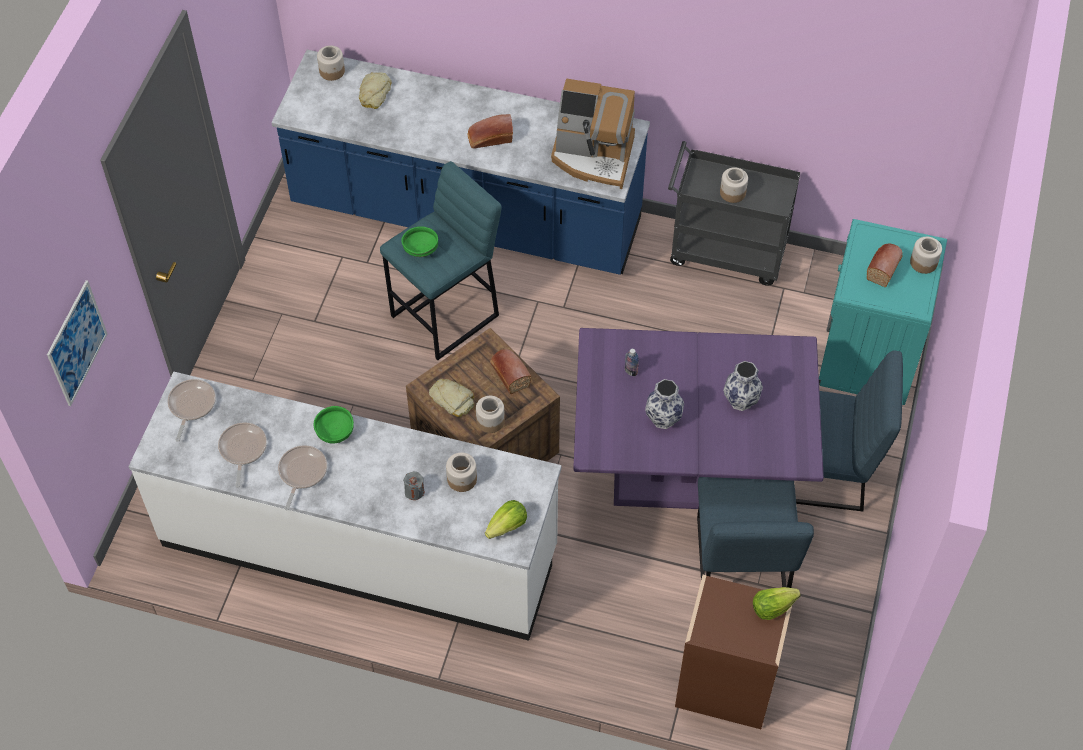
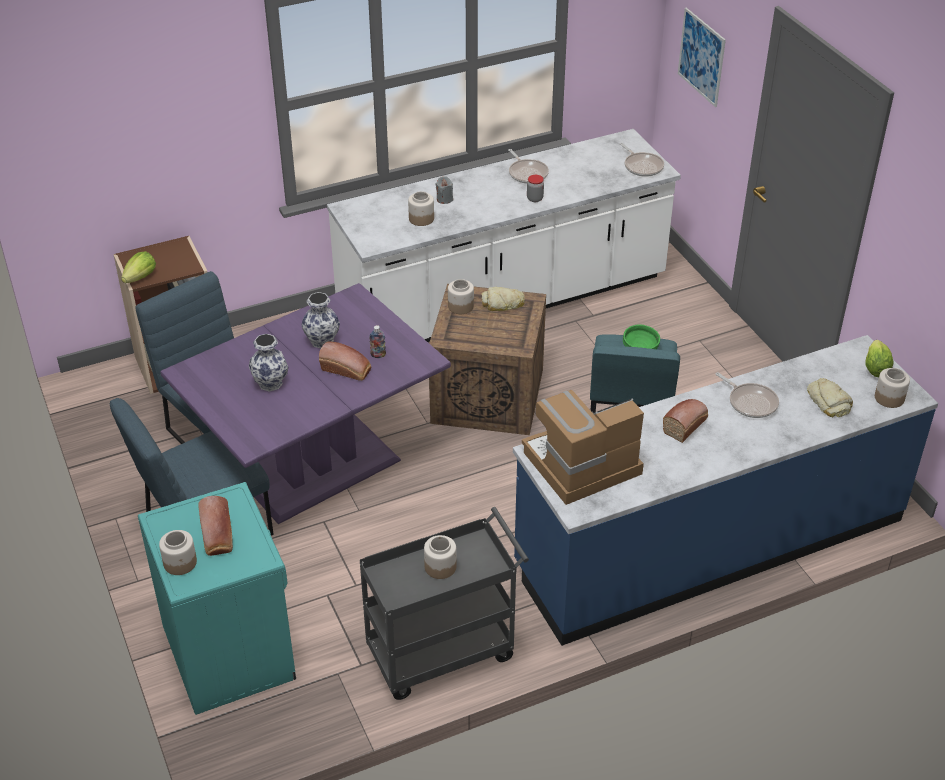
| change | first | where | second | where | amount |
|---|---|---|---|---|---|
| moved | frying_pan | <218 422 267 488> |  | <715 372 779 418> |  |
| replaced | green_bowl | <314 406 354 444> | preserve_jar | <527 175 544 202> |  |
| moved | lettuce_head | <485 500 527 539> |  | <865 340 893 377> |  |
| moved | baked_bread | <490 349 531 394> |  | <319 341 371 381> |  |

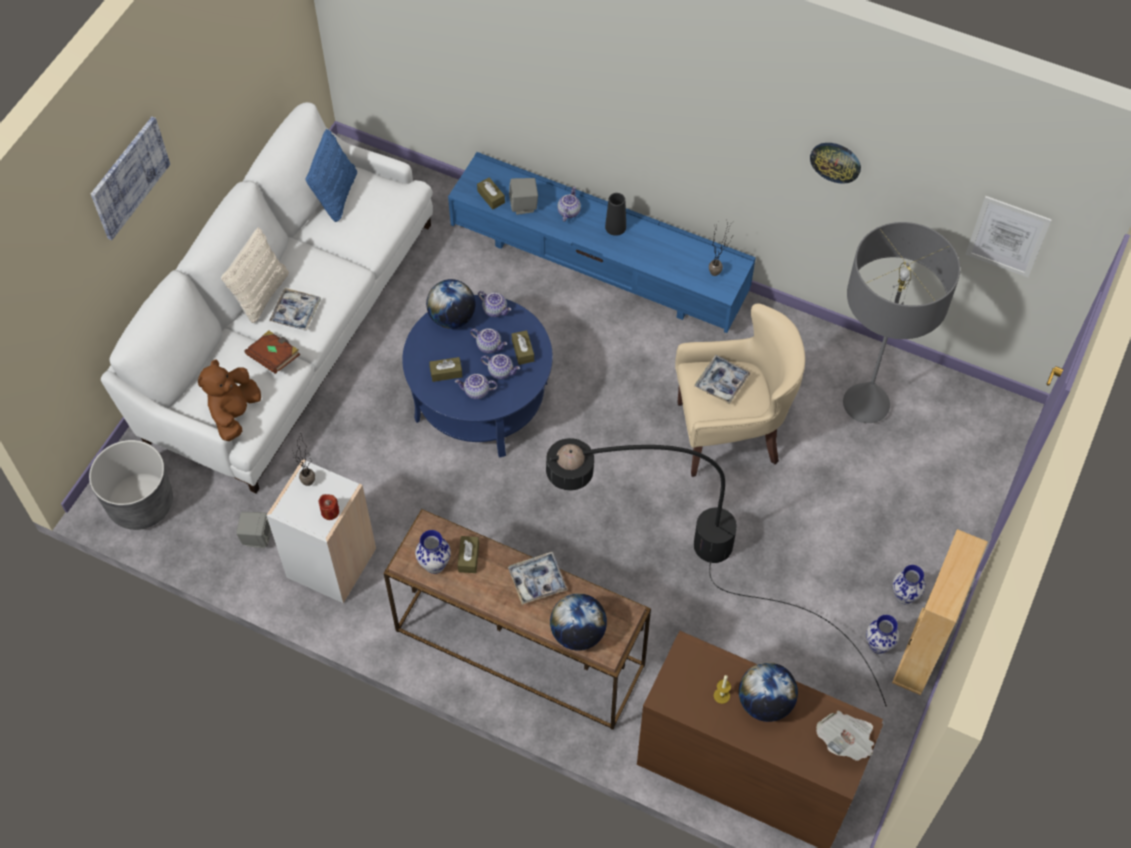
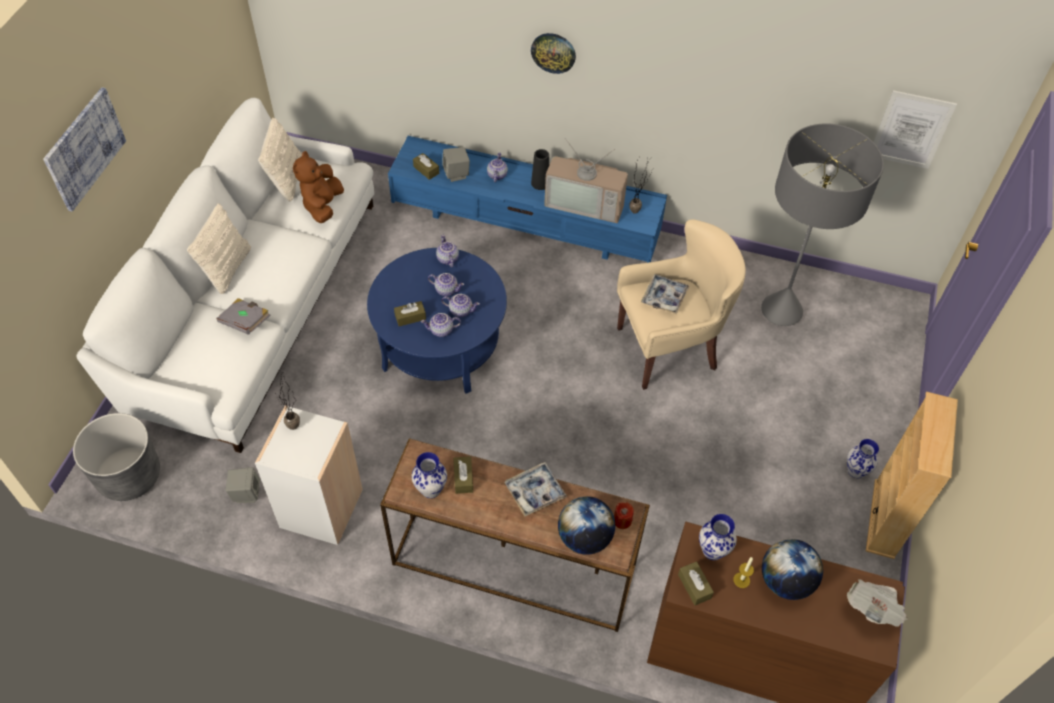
| change | first | where | second | where | amount |
|---|---|---|---|---|---|
| moved | brown-coloured_plush_toy | <198 359 261 441> |  | <293 151 344 223> |  |
| recoloured | brown-coloured_bound_book | <244 330 300 374> | grey_bound_book | <216 298 271 335> |  |
| removed | carrying_tray | <269 288 321 331> |  |  |  |
| recoloured | blue-coloured_cushion | <305 129 357 222> | beige_cushion | <258 118 302 202> |  |
| moved | red-coloured_wax_light | <318 494 339 520> |  | <614 502 634 529> |  |
| removed | globe | <426 279 475 329> |  |  |  |
| turned | teapot | <478 291 511 317> |  | <436 235 459 268> | 135 degrees counterclockwise |
| moved | brown-coloured_tissue_holder | <512 330 534 365> |  | <678 561 714 605> |  |
| removed | blackish_standard_lamp | <546 438 887 707> |  |  |  |
| moved | hanging_clock | <810 143 861 184> |  | <531 33 576 74> |  |
| moved | vase | <866 615 900 654> |  | <699 514 737 560> |  |
| added |  |  | TV_set | <544 138 628 223> |  |

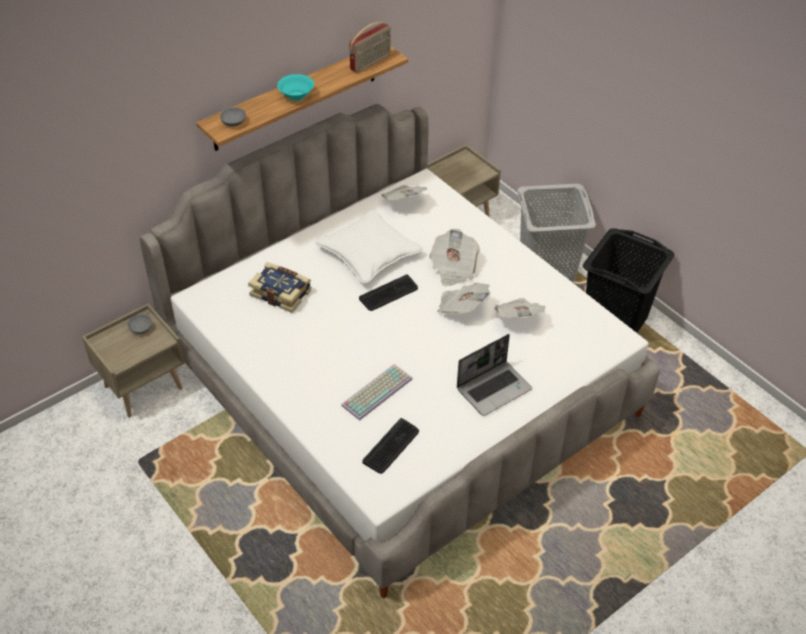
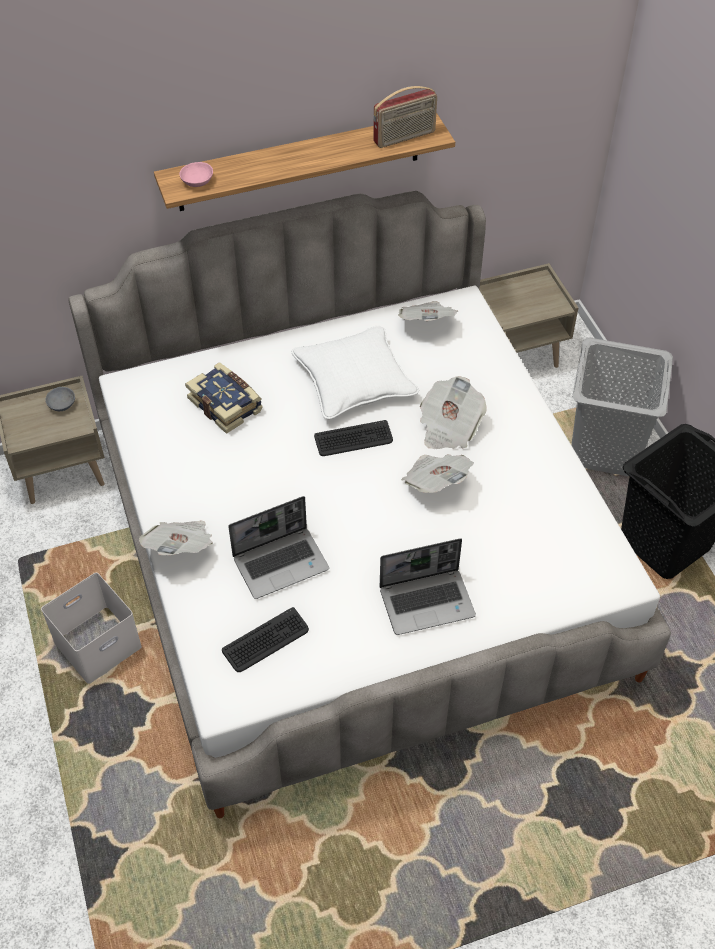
| change | first | where | second | where | amount |
|---|---|---|---|---|---|
| recoloured | grey_bowl | <220 107 246 127> | pink_bowl | <179 162 213 187> |  |
| removed | turquoise-coloured_bowl | <277 74 314 101> |  |  |  |
| replaced | PC_keyboard | <341 364 412 421> | portable_computer | <228 496 329 599> |  |
| moved | daily_paper | <494 298 545 318> |  | <139 520 213 555> |  |
| added |  |  | white_storage_container | <41 573 141 684> |  |

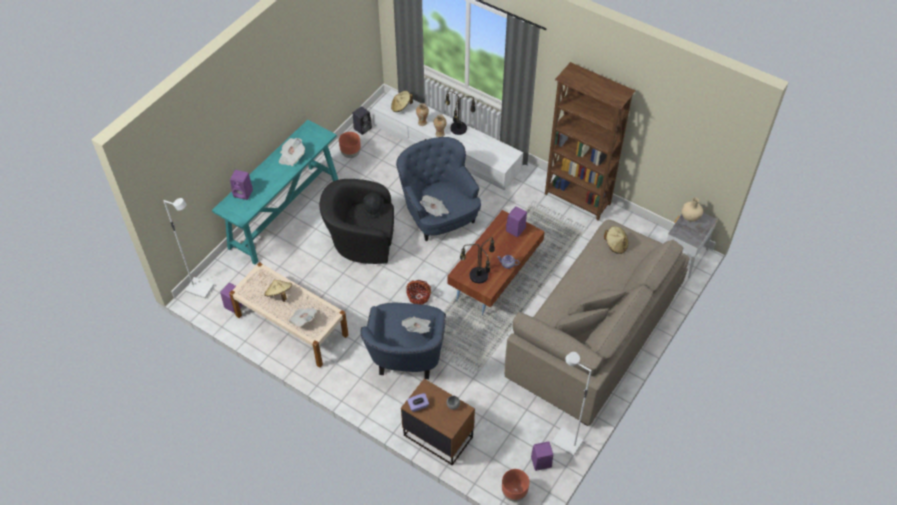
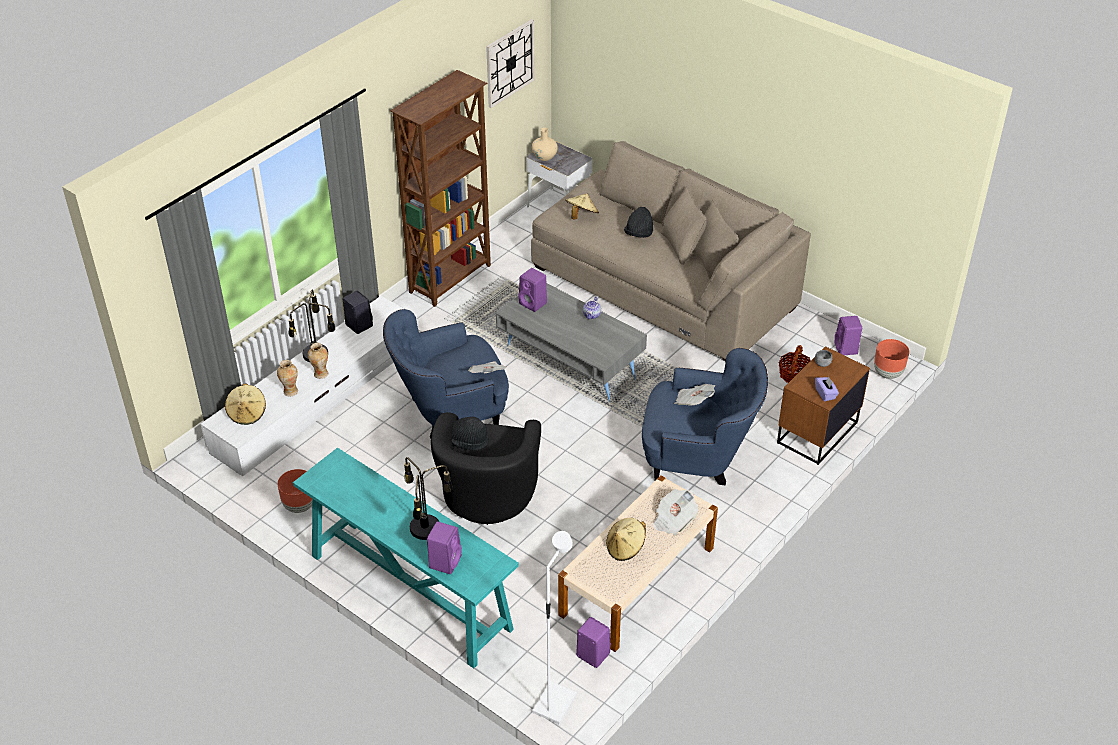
| change | first | where | second | where | amount |
|---|---|---|---|---|---|
| removed | daily_paper | <279 138 305 166> |  |  |  |
| moved | blackish_speaker | <353 106 372 135> |  | <343 291 373 334> |  |
| moved | storage_basket | <406 280 431 305> |  | <779 345 811 383> |  |
| recoloured | brown-coloured_coffee_table | <447 210 545 316> | grey_coffee_table | <496 283 647 402> |  |
| moved | tabletop_lamp | <460 237 495 283> |  | <404 457 453 540> |  |
| removed | white_standard_lamp | <551 352 592 456> |  |  |  |
| added |  |  | hanging_clock | <486 19 535 108> |  |
| added |  |  | blackish_clothing_hat | <624 207 653 238> |  |

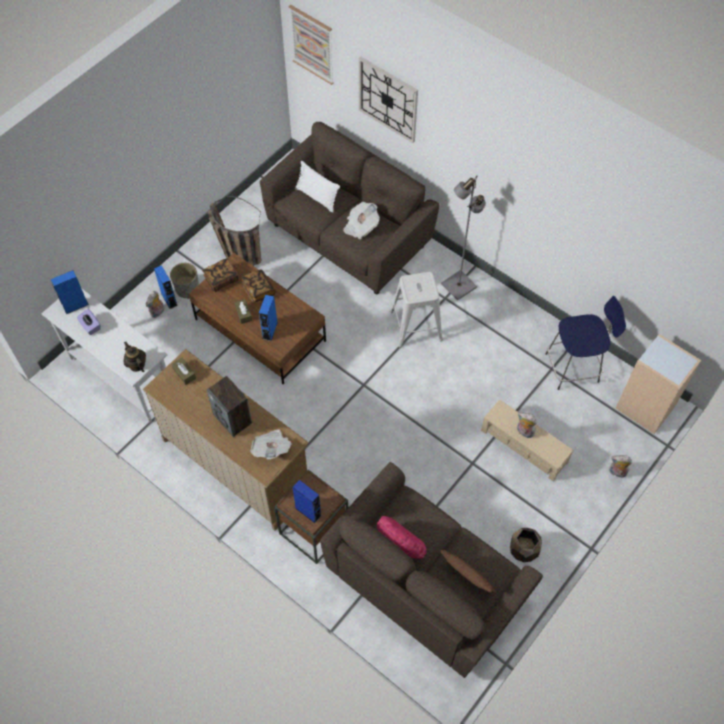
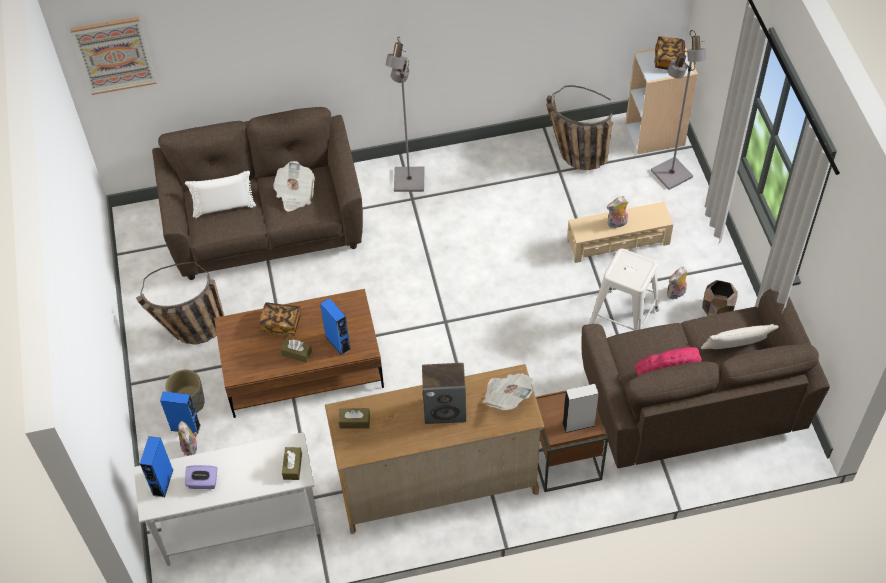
| change | first | where | second | where | amount |
|---|---|---|---|---|---|
| replaced | teapot | <123 342 146 372> | brown-coloured_tissue_holder | <282 447 302 480> |  |
| moved | bound_book | <202 258 239 292> |  | <654 36 685 70> |  |
| recoloured | blue-coloured_speaker | <293 480 321 523> | grey_speaker | <562 384 599 433> |  |
| removed | hanging_clock | <359 57 418 143> |  |  |  |
| moved | white_sitting_stool | <390 272 443 348> |  | <589 249 660 331> |  |
| recoloured | brown-coloured_cushion | <440 550 497 594> | white_cushion | <701 324 779 349> |  |
| replaced | blue-coloured_sitting_stool | <546 296 626 390> | storage_basket | <546 85 613 170> |  |
| moved | plush_toy | <609 455 632 478> |  | <667 267 687 299> |  |
| added |  |  | grey_standard_lamp | <651 30 706 190> |  |

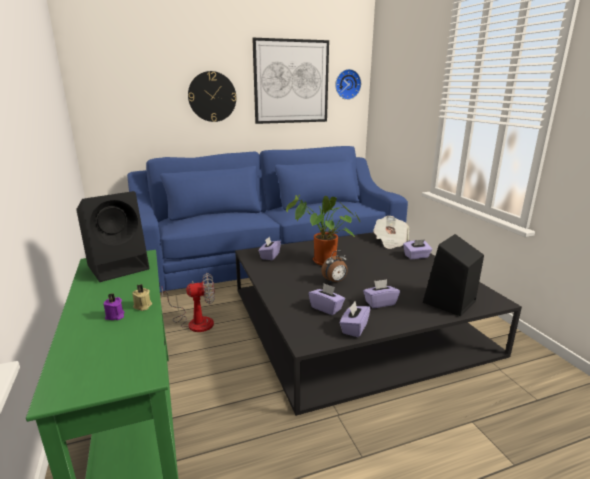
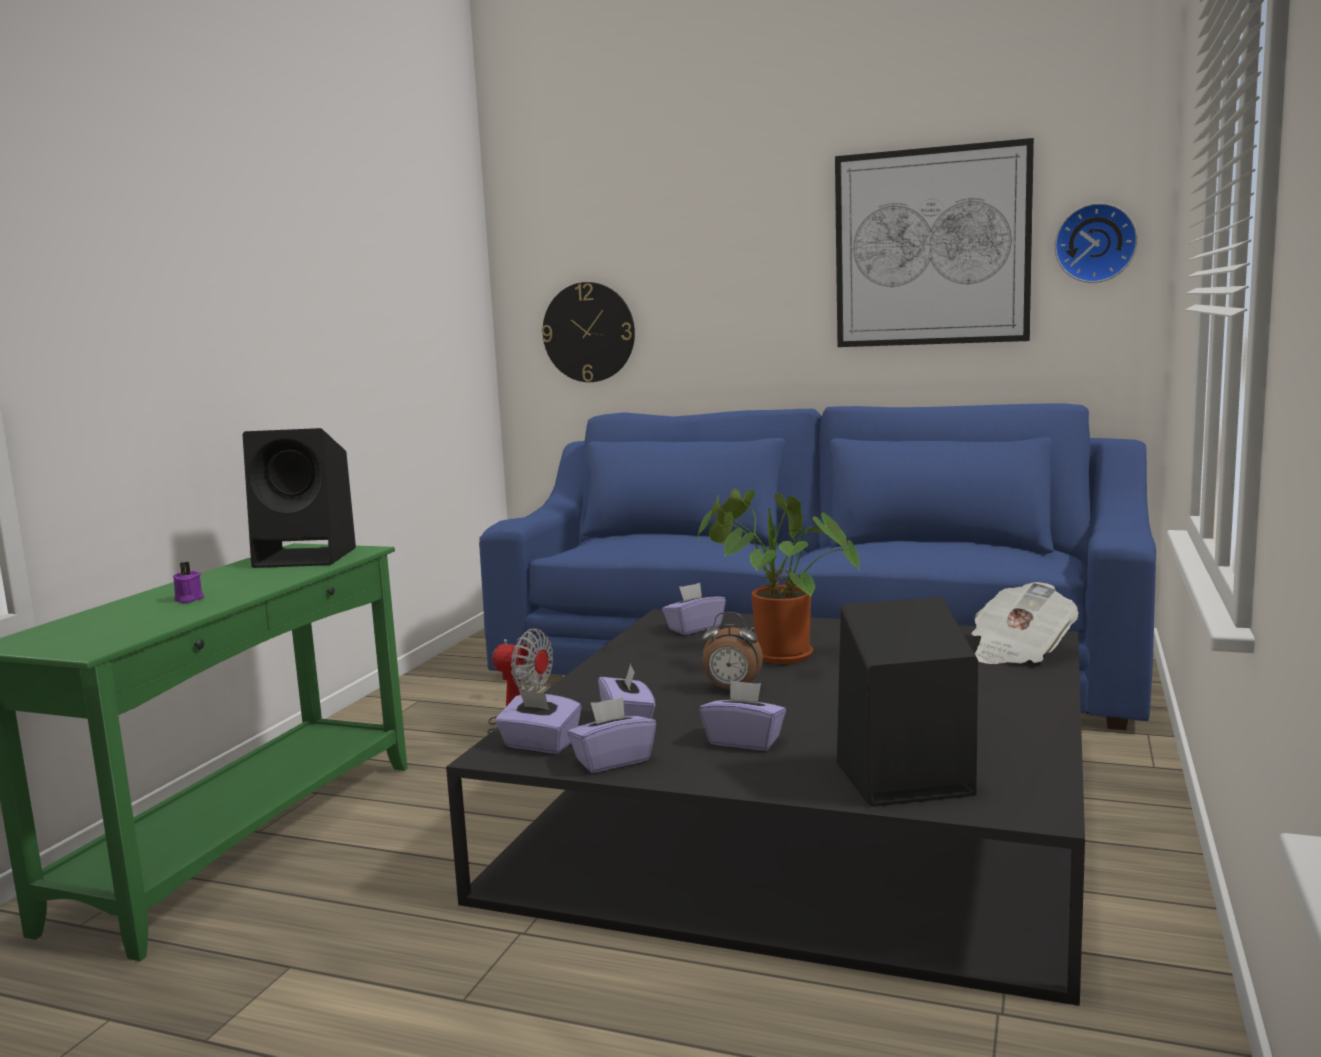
| change | first | where | second | where | amount |
|---|---|---|---|---|---|
| removed | beige_wax_light | <132 284 152 311> |  |  |  |
| moved | hanging_clock | <188 71 236 122> |  | <542 282 635 382> |  |
| moved | purplish_tissue_holder | <403 240 432 259> |  | <495 689 581 754> |  |

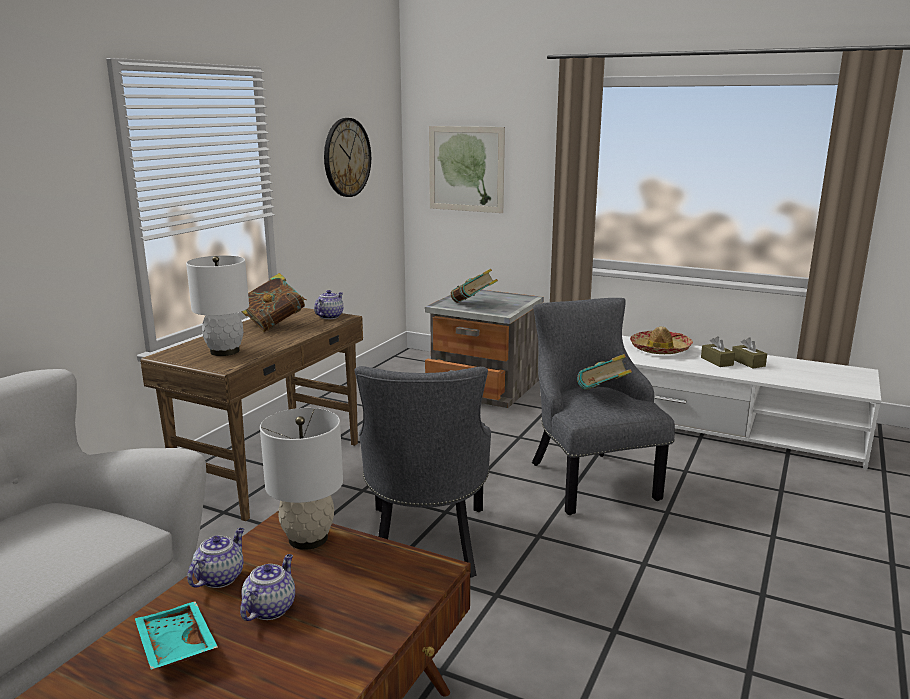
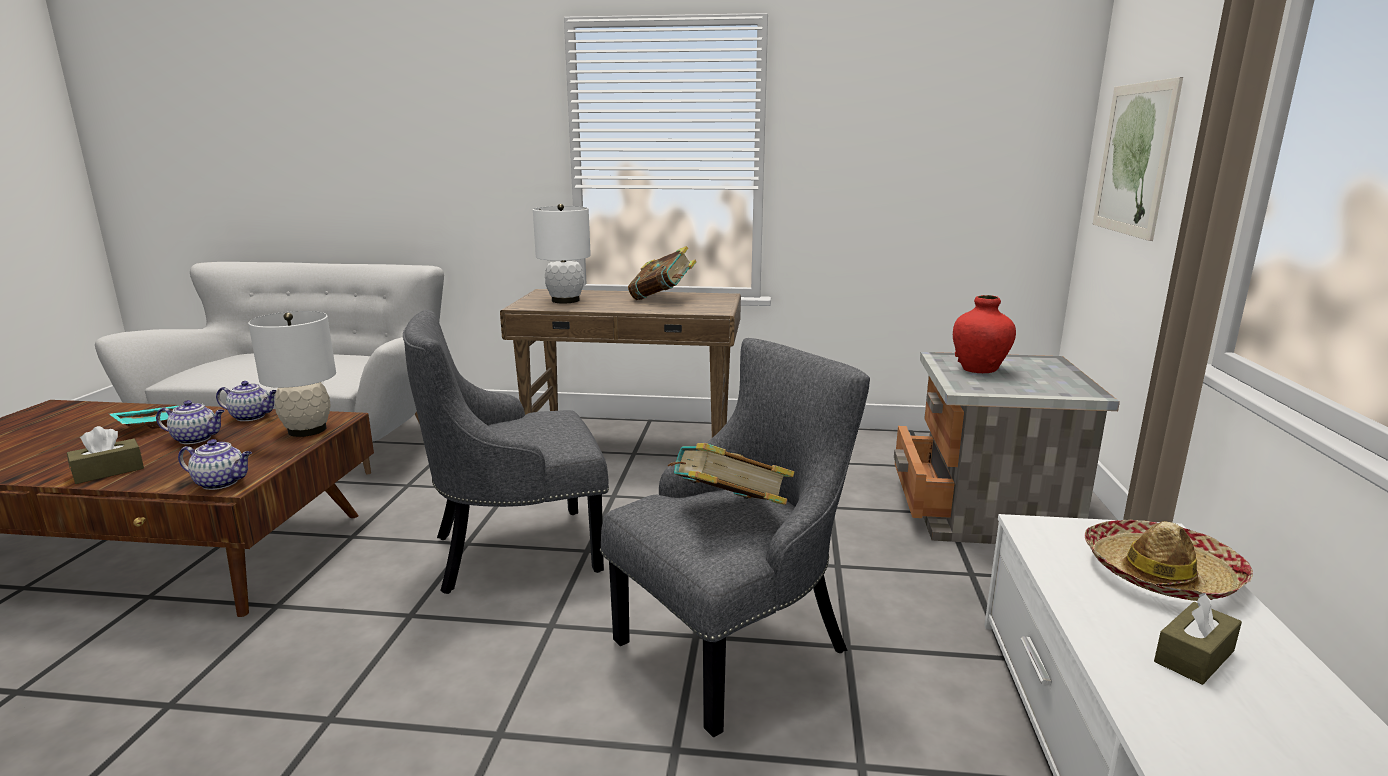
| change | first | where | second | where | amount |
|---|---|---|---|---|---|
| moved | teapot | <314 290 343 319> |  | <178 439 252 490> |  |
| removed | hanging_clock | <324 118 371 197> |  |  |  |
| replaced | bound_book | <451 269 498 303> | red-coloured_vase | <953 295 1016 373> |  |
| moved | brown-coloured_tissue_holder | <732 337 767 368> |  | <67 426 144 484> |  |

